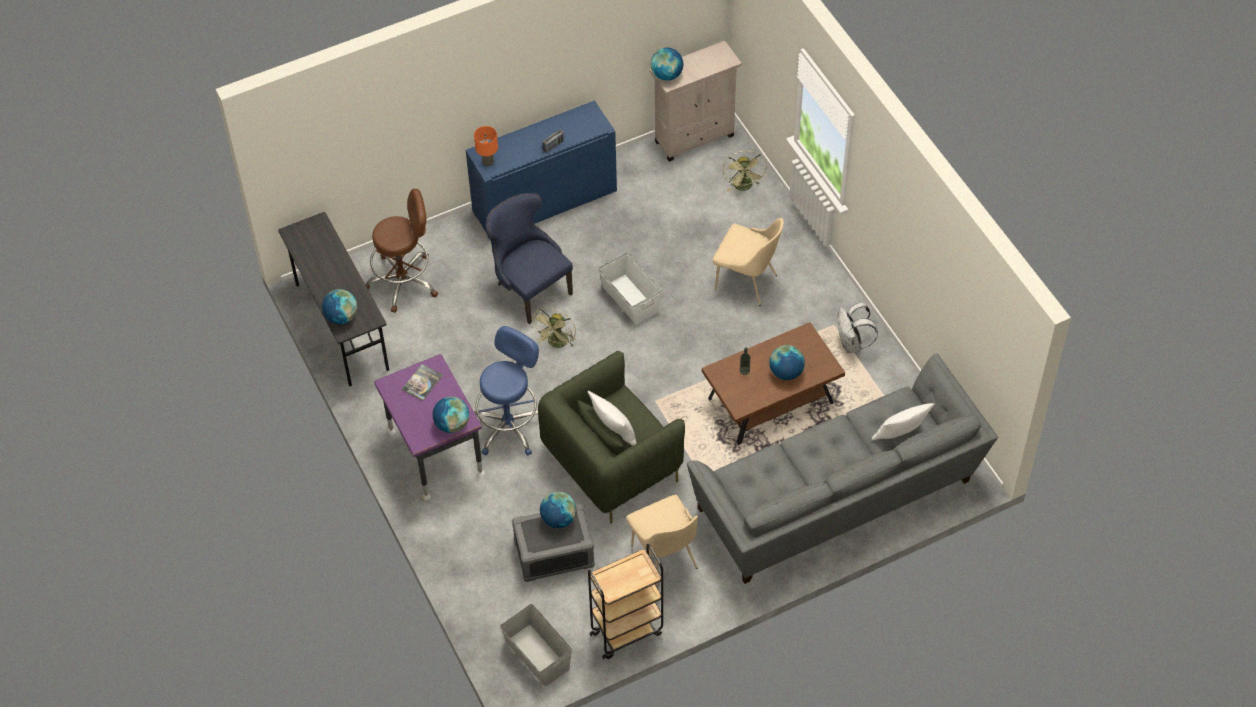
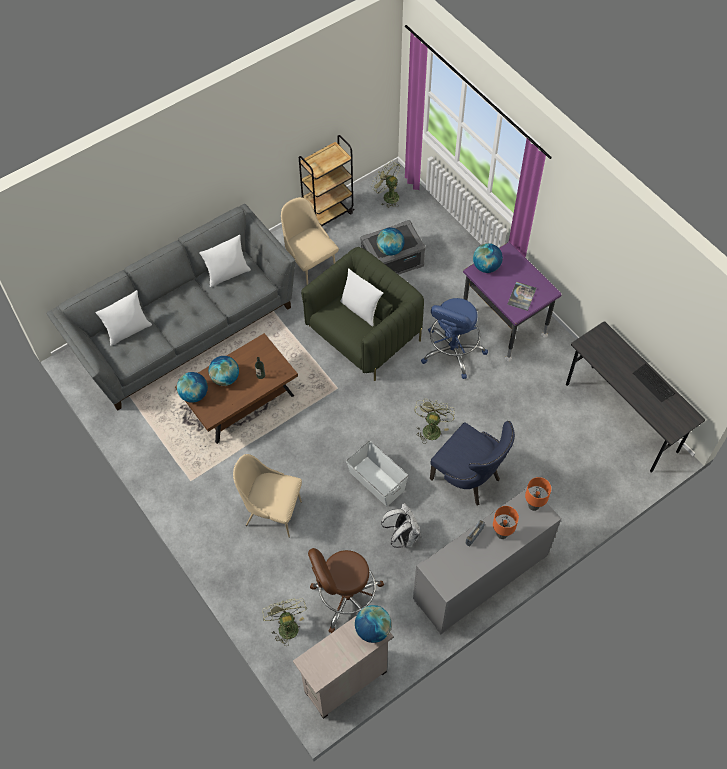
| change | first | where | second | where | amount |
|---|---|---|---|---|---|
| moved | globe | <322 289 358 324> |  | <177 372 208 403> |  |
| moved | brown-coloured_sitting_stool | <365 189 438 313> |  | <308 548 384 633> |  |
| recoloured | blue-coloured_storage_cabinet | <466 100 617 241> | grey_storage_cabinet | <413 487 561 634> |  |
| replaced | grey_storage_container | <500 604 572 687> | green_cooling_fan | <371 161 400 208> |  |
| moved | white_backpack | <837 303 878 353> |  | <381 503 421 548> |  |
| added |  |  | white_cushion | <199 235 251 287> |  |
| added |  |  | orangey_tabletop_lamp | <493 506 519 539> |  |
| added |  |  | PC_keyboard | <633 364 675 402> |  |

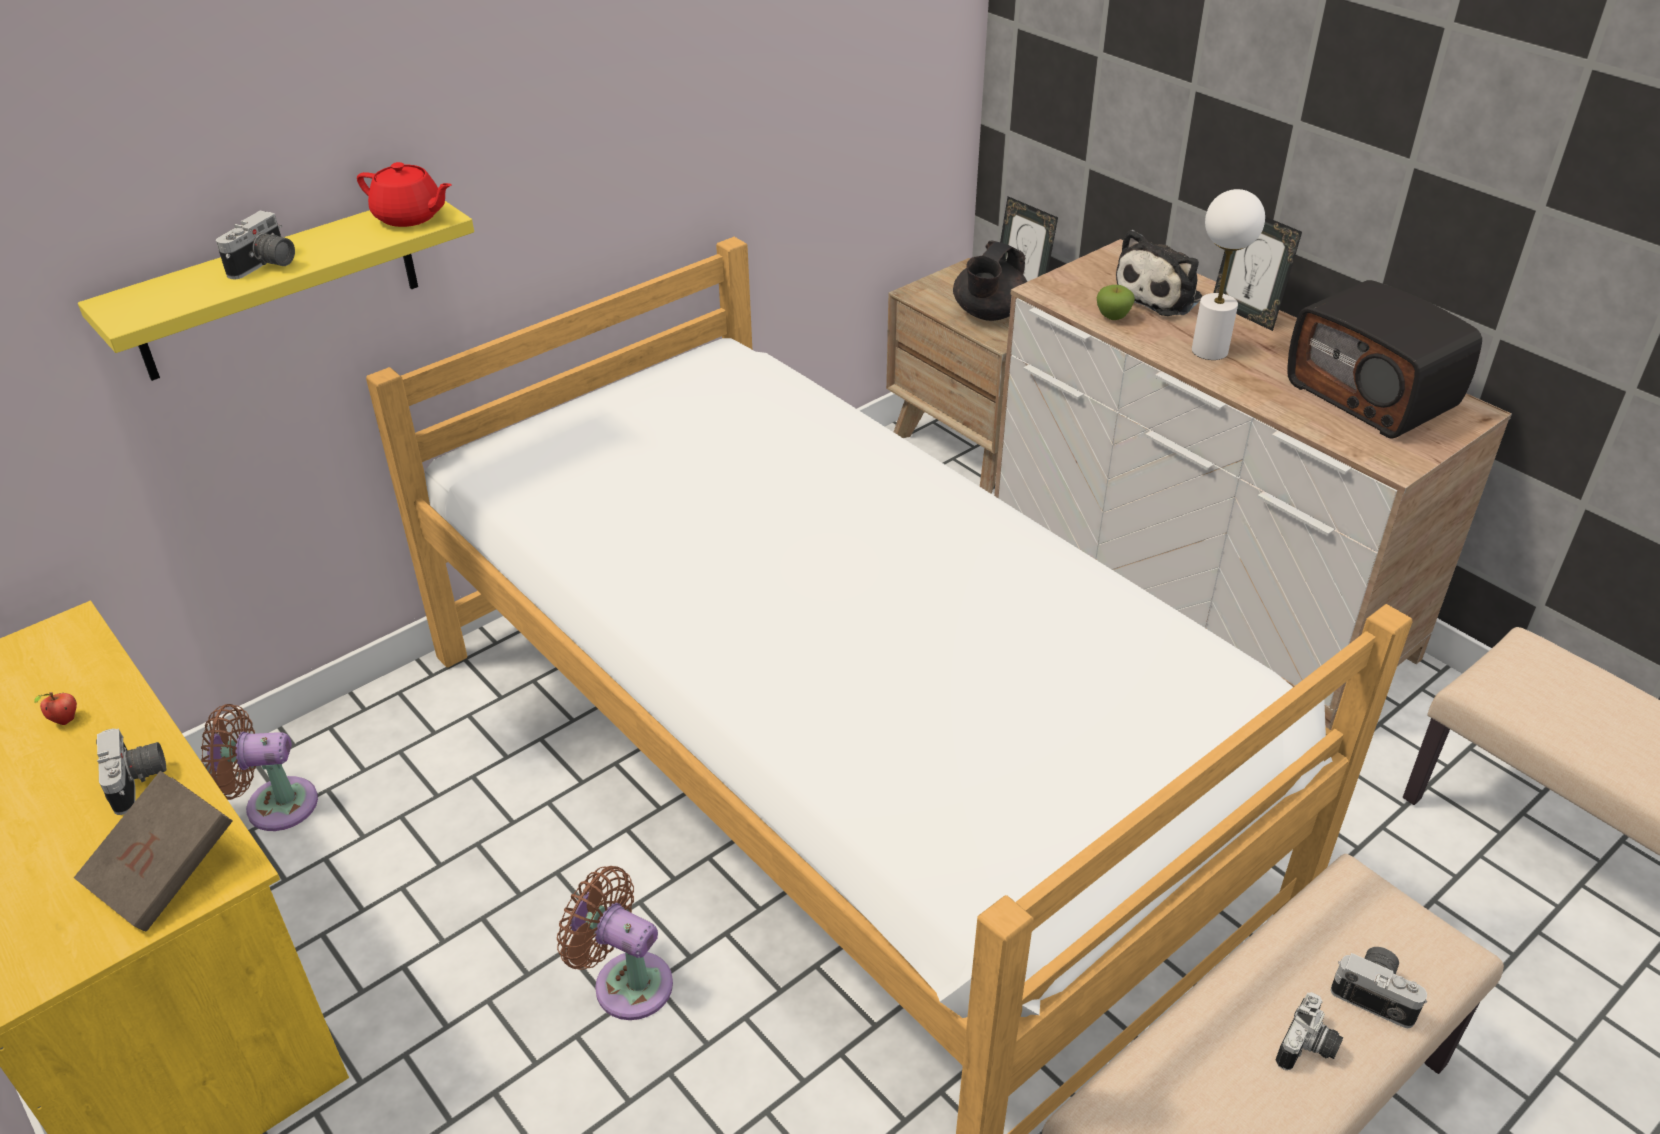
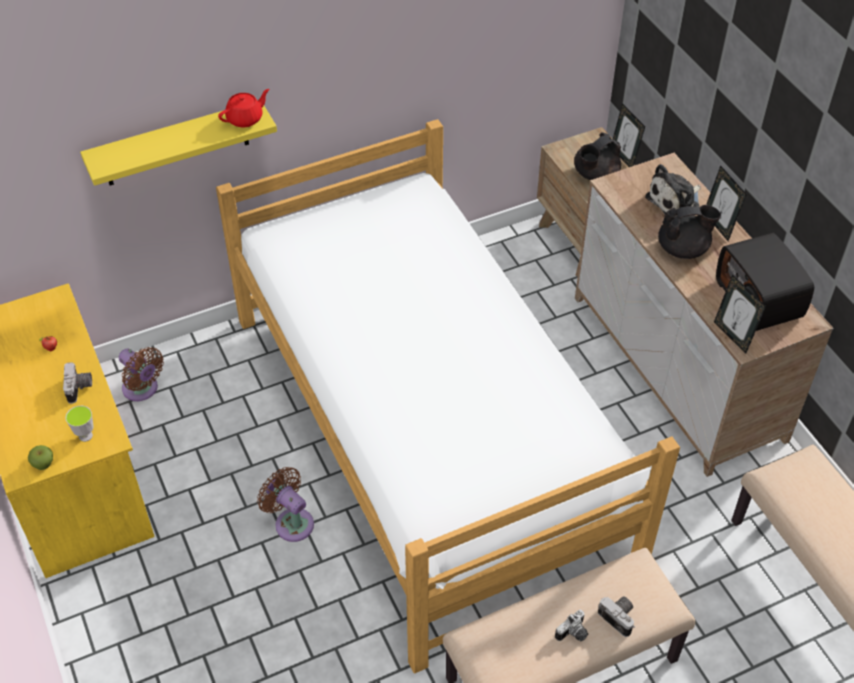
| change | first | where | second | where | amount |
|---|---|---|---|---|---|
| replaced | brown-coloured_bound_book | <74 771 233 931> | drinking_cup | <65 406 94 442> |  |
| turned | brown-coloured_cooling_fan | <201 704 318 831> |  | <119 347 164 401> | 150 degrees counterclockwise |
| removed | photo_camera | <216 211 295 279> |  |  |  |
| turned | red-coloured_teapot | <357 162 452 227> |  | <218 89 270 127> | 75 degrees counterclockwise |
| moved | whole_apple | <1097 285 1135 320> |  | <28 445 53 470> |  |
| replaced | white_tabletop_lamp | <1192 189 1265 360> | blackish_teapot | <658 205 721 259> |  |
| added |  |  | photo_frame | <714 274 766 354> |  |

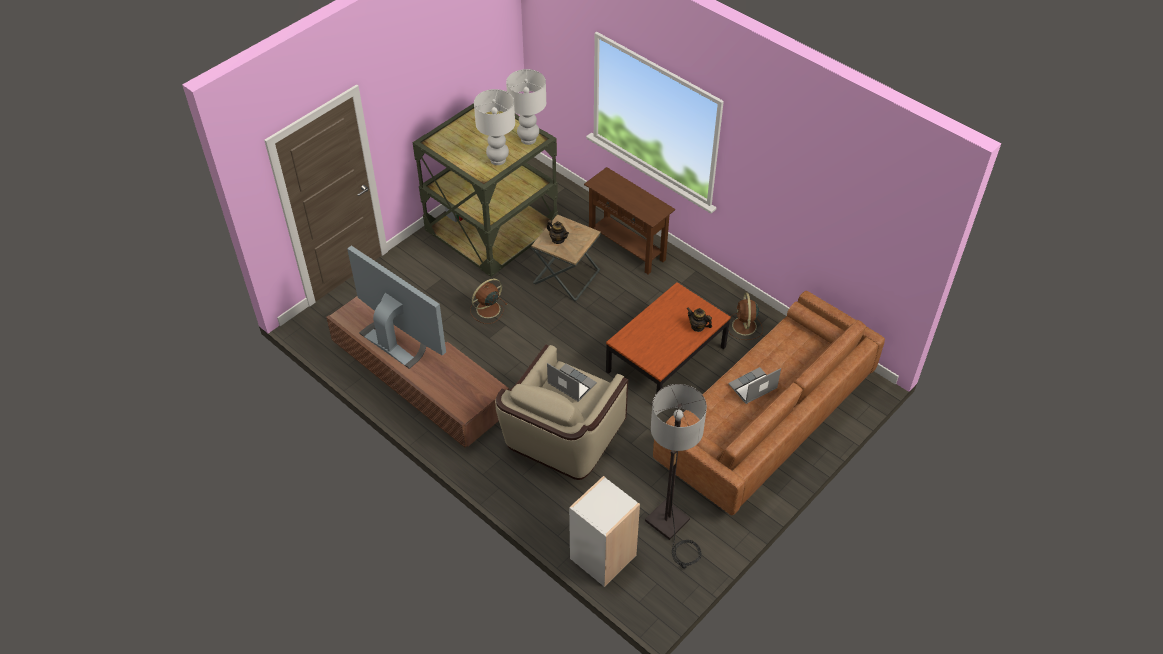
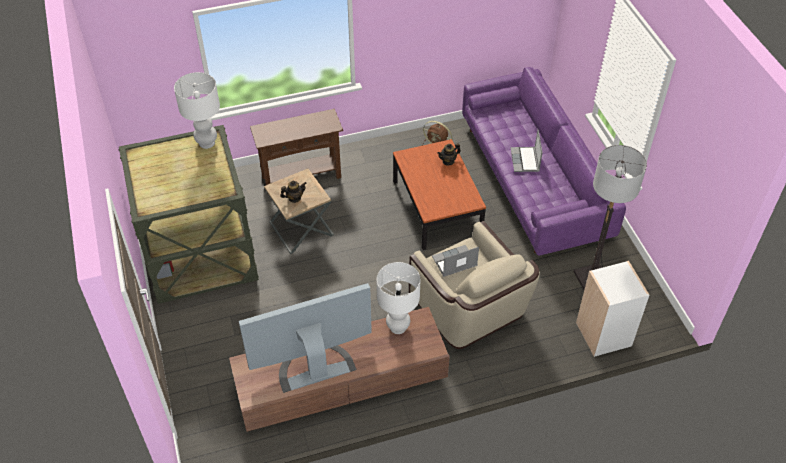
| change | first | where | second | where | amount |
|---|---|---|---|---|---|
| removed | brown-coloured_cooling_fan | <470 279 507 324> |  |  |  |
| moved | white_tabletop_lamp | <474 89 515 165> |  | <376 262 420 334> |  |
| recoloured | brown-coloured_settee | <653 291 885 515> | purplish_settee | <462 67 626 256> |  |

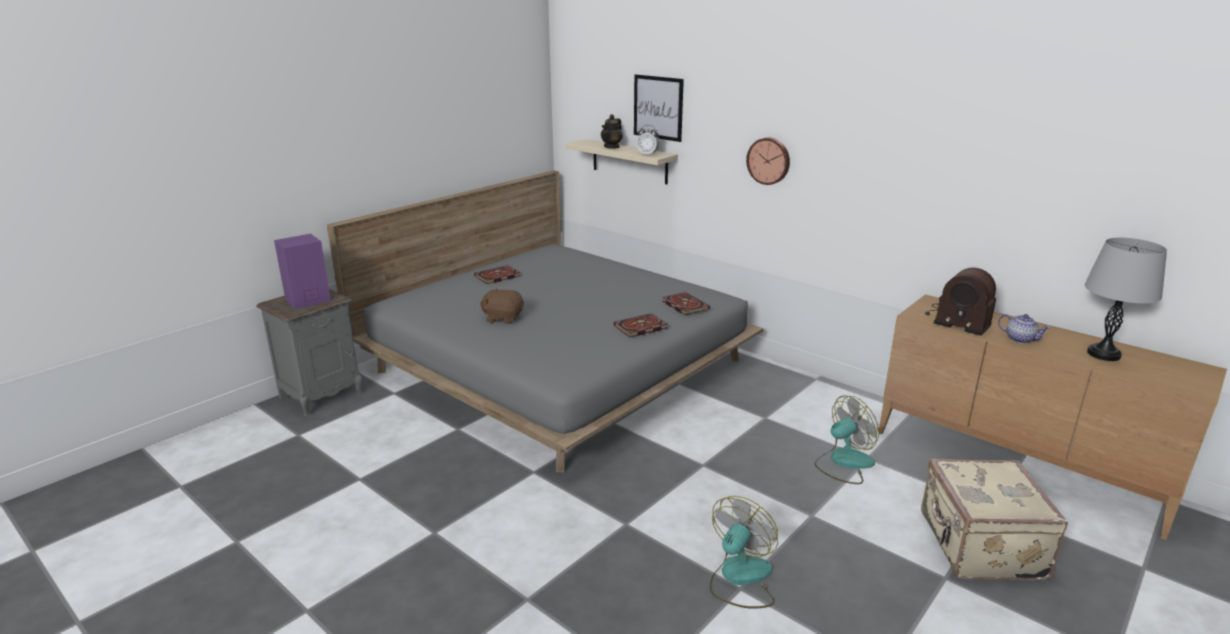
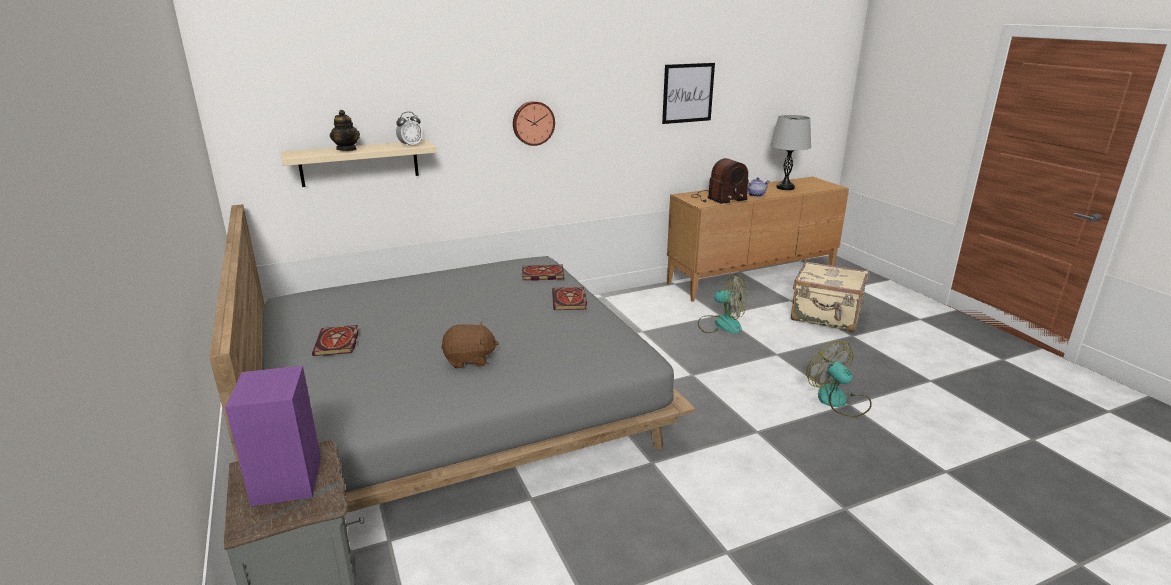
| change | first | where | second | where | amount |
|---|---|---|---|---|---|
| turned | brown-coloured_plush_toy | <480 288 524 324> |  | <441 322 499 369> | 135 degrees counterclockwise |
| moved | wall_picture | <634 74 684 142> |  | <662 63 715 124> |  |
| turned | cooling_fan | <815 395 879 484> |  | <698 274 747 333> | 120 degrees clockwise |

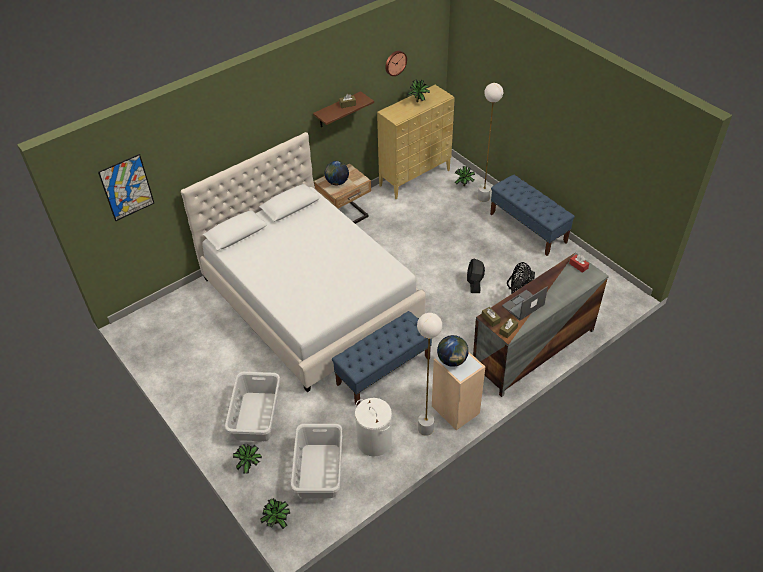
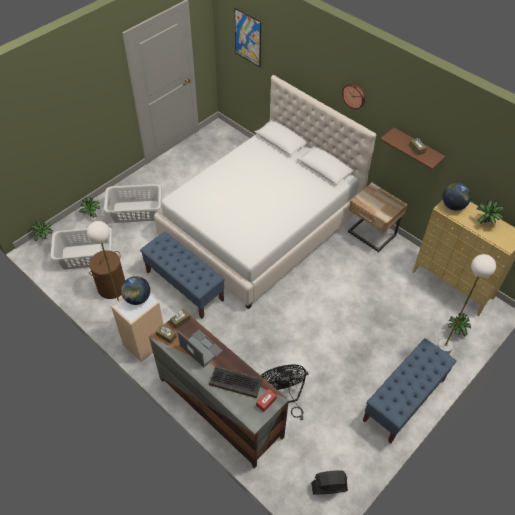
| change | first | where | second | where | amount |
|---|---|---|---|---|---|
| moved | globe | <325 161 349 185> |  | <443 183 471 211> |  |
| recoloured | white_laundry_basket | <355 398 392 457> | brown-coloured_laundry_basket | <89 250 125 299> |  |
| moved | hanging_clock | <385 51 407 76> |  | <342 84 365 110> |  |
| moved | blackish_cooling_fan | <467 258 485 293> |  | <311 470 348 495> |  |
| added |  |  | PC_keyboard | <209 366 263 398> |  |

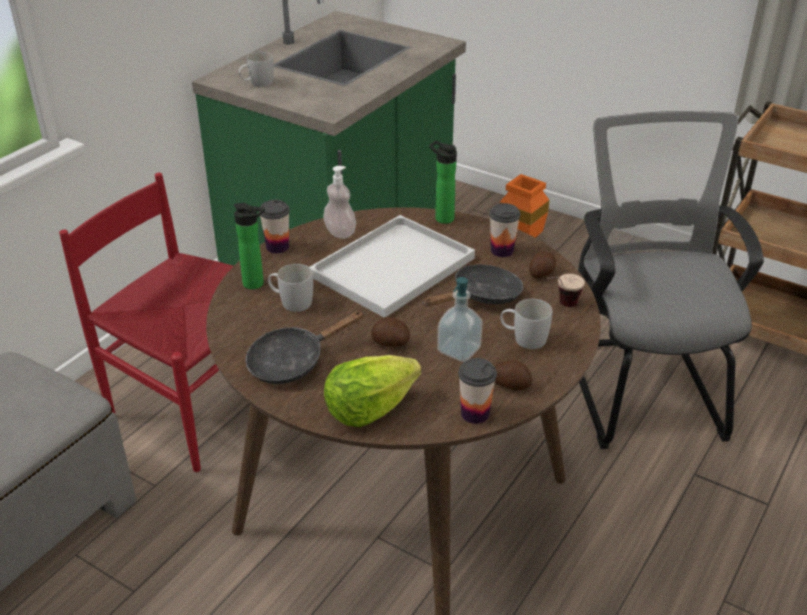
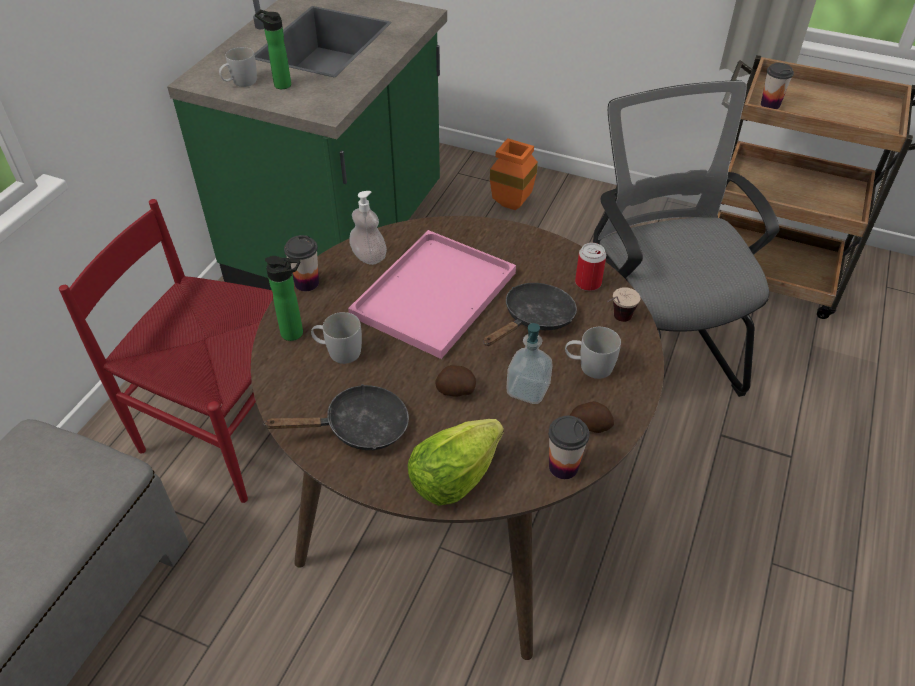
| change | first | where | second | where | amount |
|---|---|---|---|---|---|
| turned | blackish_frying_pan | <246 310 365 384> |  | <263 384 409 451> | 150 degrees counterclockwise |
| recoloured | white_carrying_tray | <309 215 475 317> | pink_carrying_tray | <348 230 516 359> |  |
| moved | bottle | <429 141 457 224> |  | <255 10 291 89> |  |
| moved | drinking_cup | <489 203 520 257> |  | <761 63 794 109> |  |
| replaced | spud | <529 251 556 278> | can | <575 243 606 291> |  |

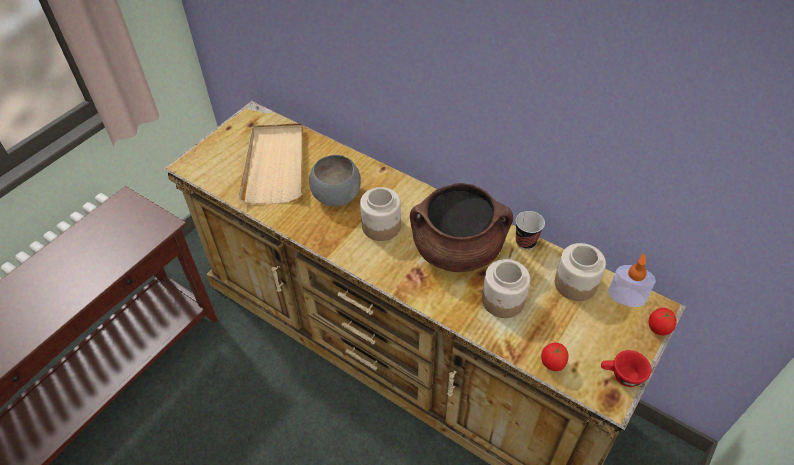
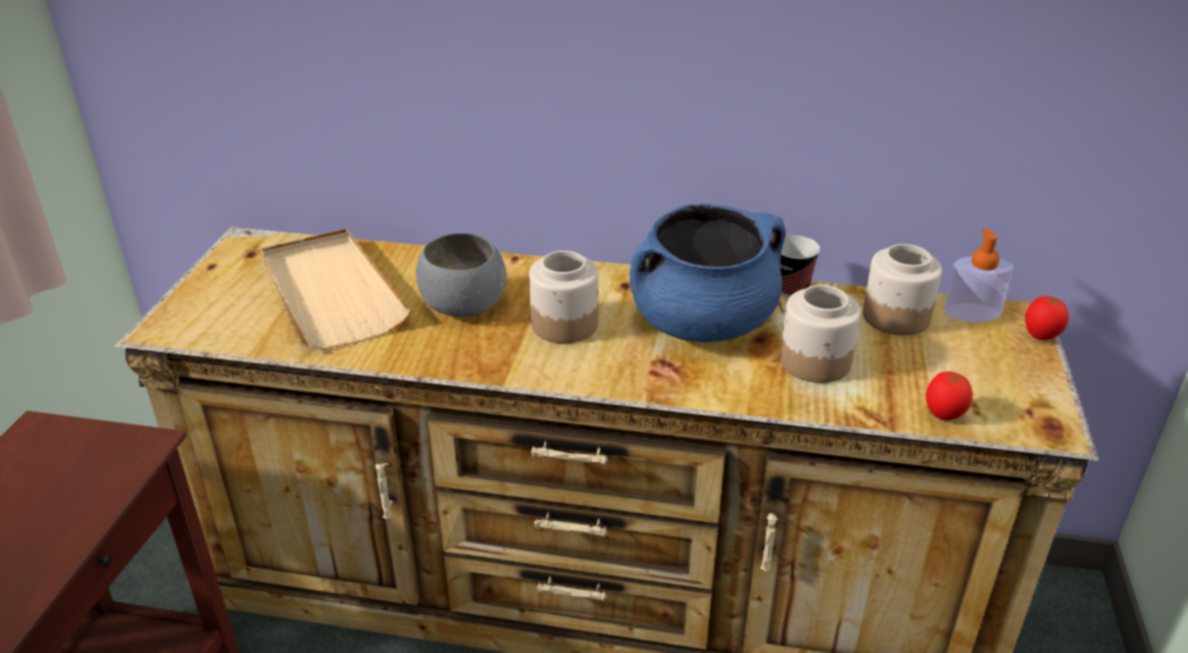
| change | first | where | second | where | amount |
|---|---|---|---|---|---|
| recoloured | brown-coloured_cooking_pot | <410 183 513 272> | blue-coloured_cooking_pot | <630 204 785 342> |  |
| removed | red-coloured_drinking_cup | <601 350 651 387> |  |  |  |

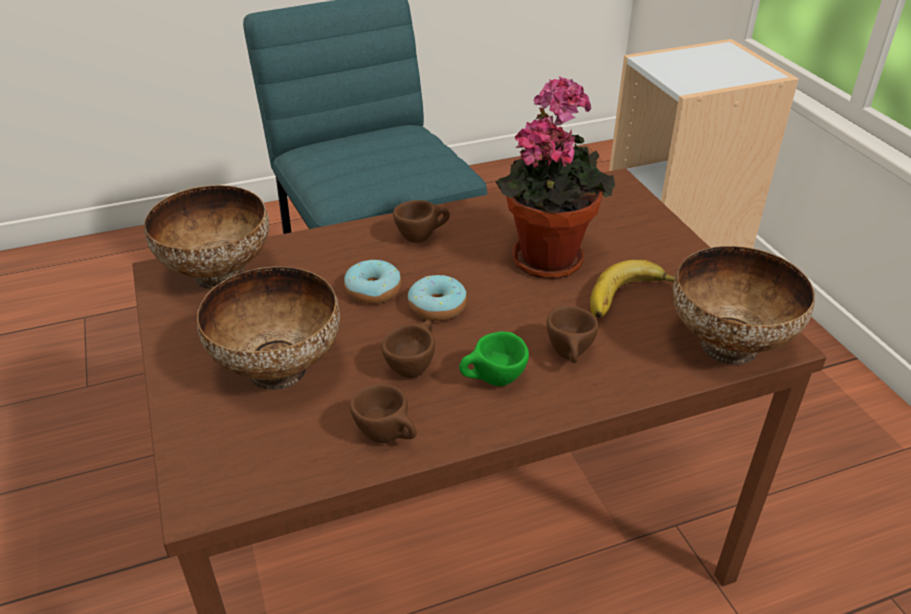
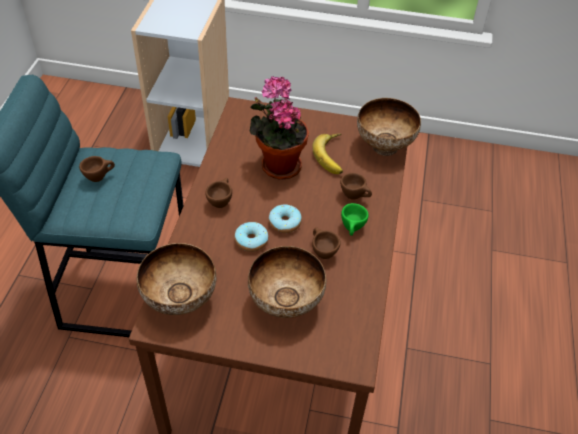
| change | first | where | second | where | amount |
|---|---|---|---|---|---|
| moved | brown-coloured_drinking_cup | <350 384 417 443> |  | <79 156 115 182> |  |

